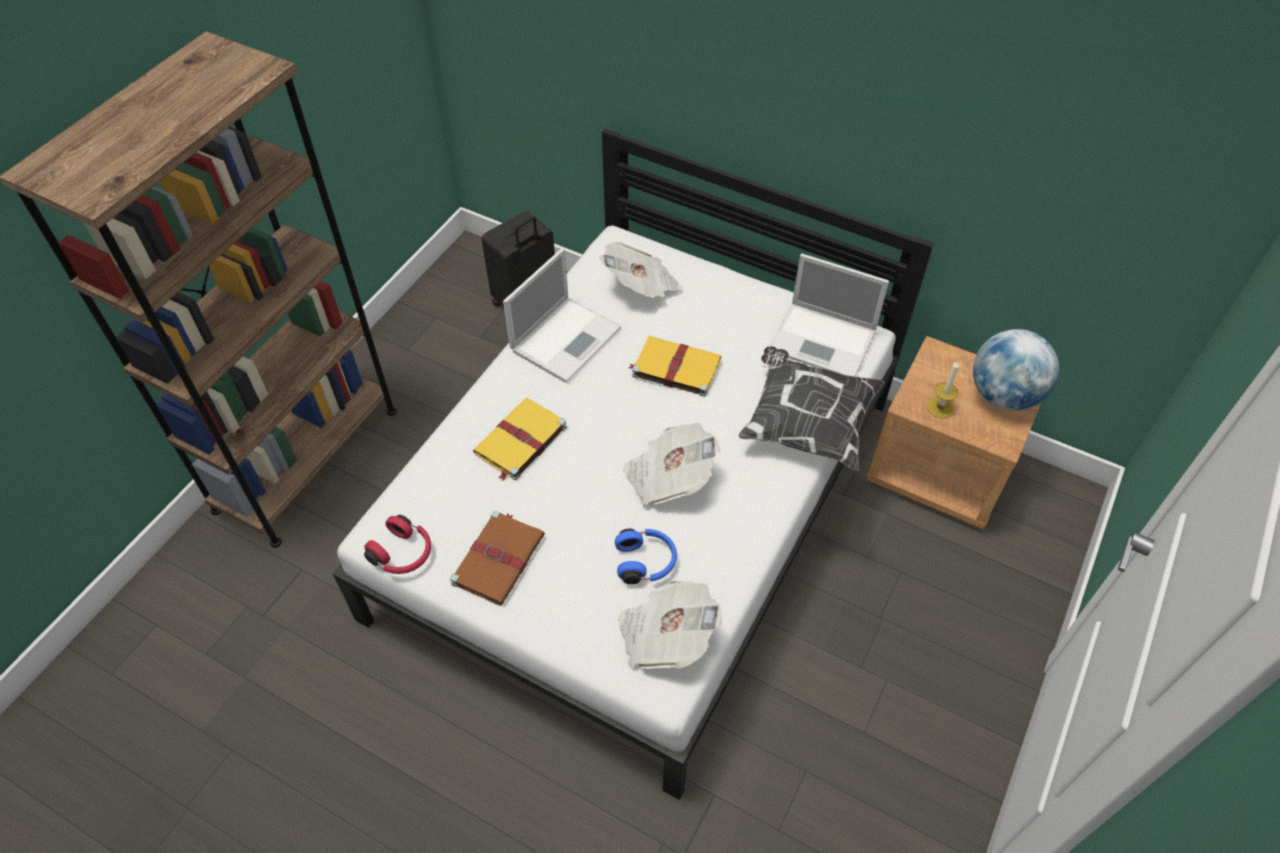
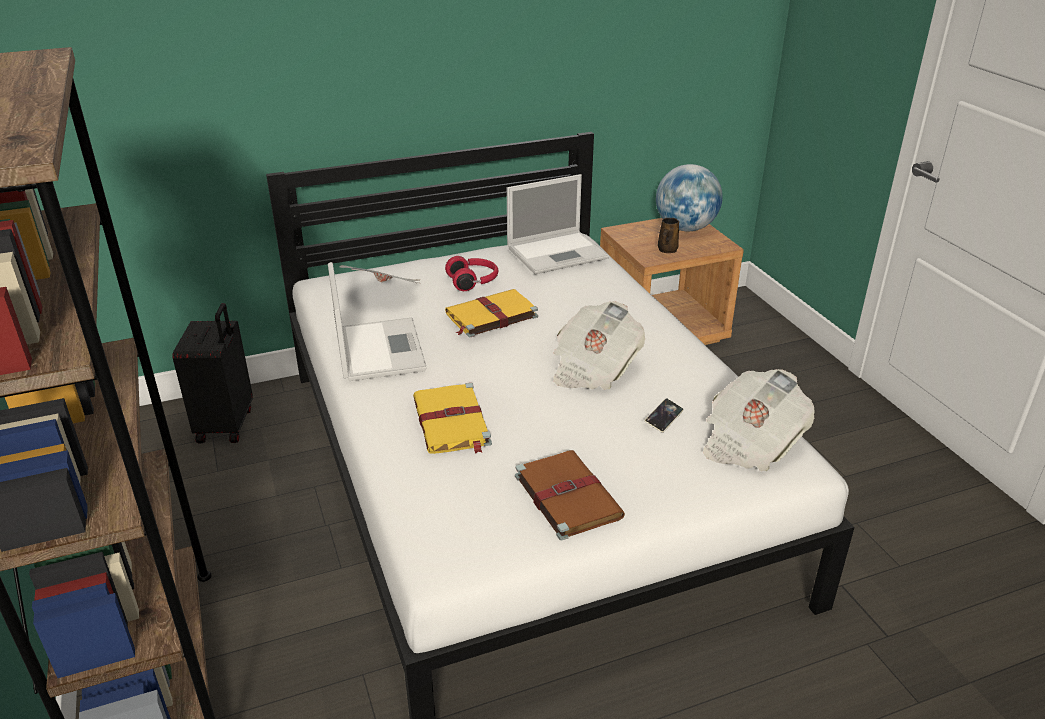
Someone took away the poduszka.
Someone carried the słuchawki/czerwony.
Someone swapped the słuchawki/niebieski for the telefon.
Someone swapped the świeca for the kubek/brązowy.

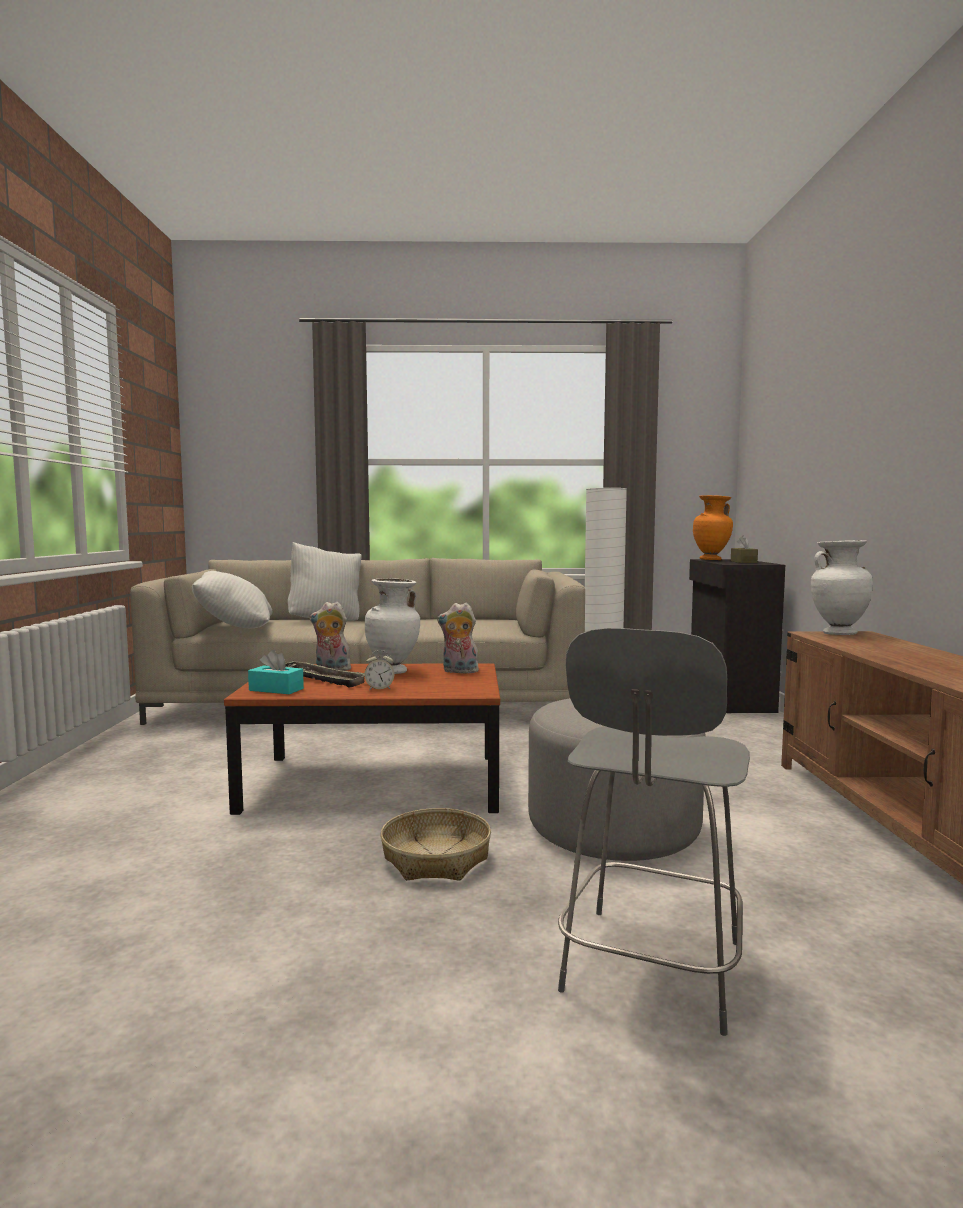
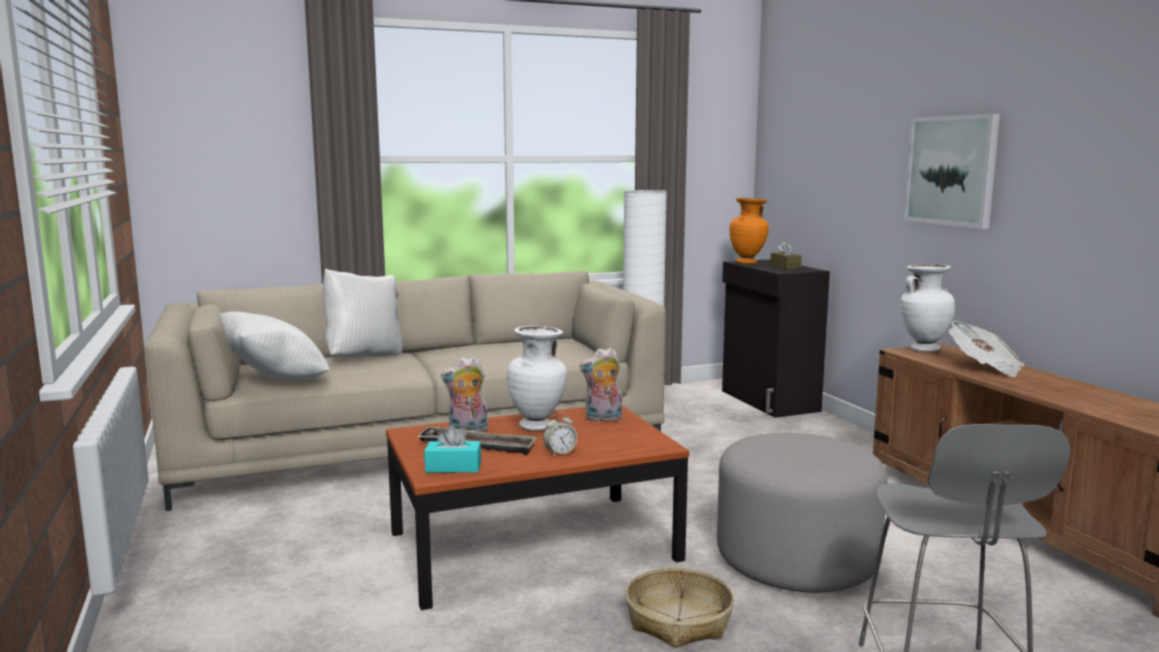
Someone put up the obraz.
Someone put down the gazeta.

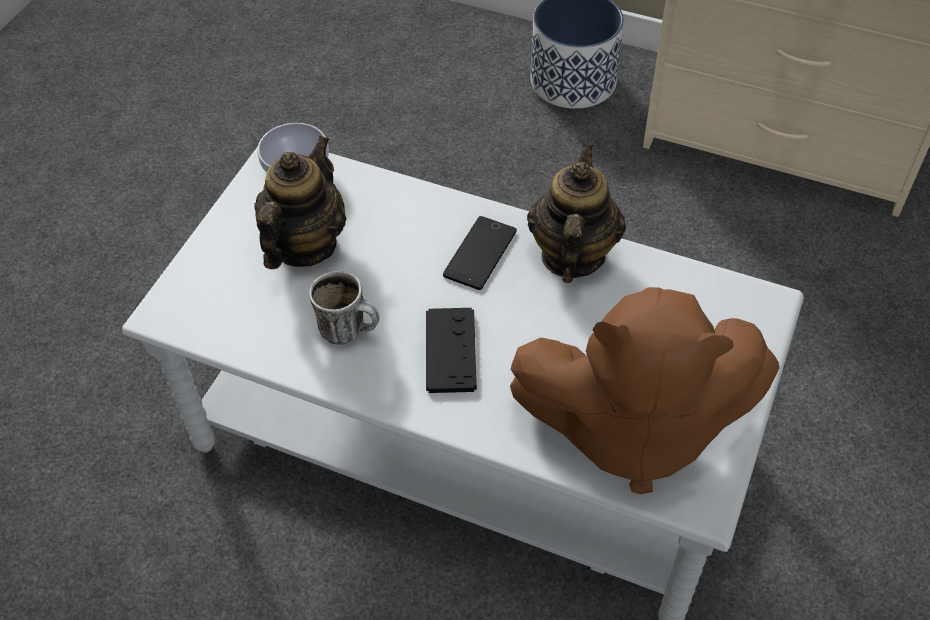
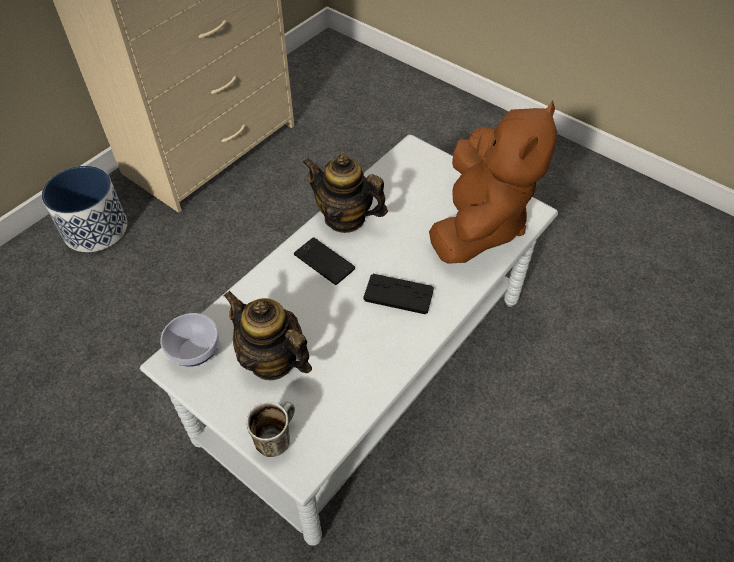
Someone carried the kubek.

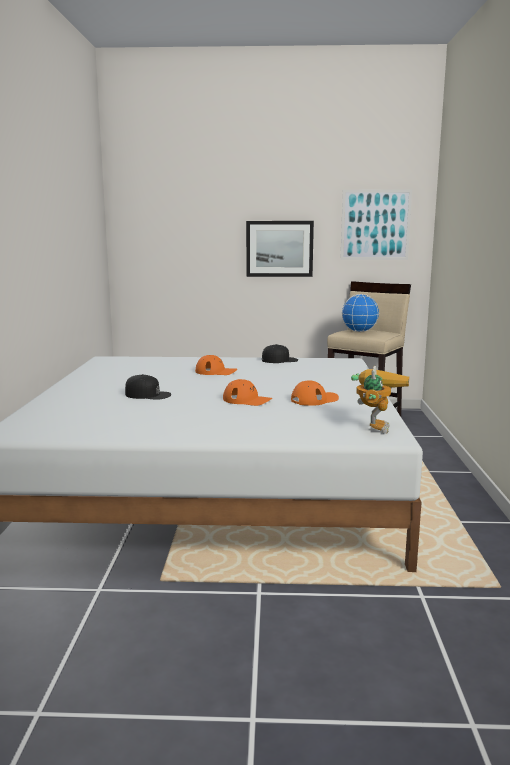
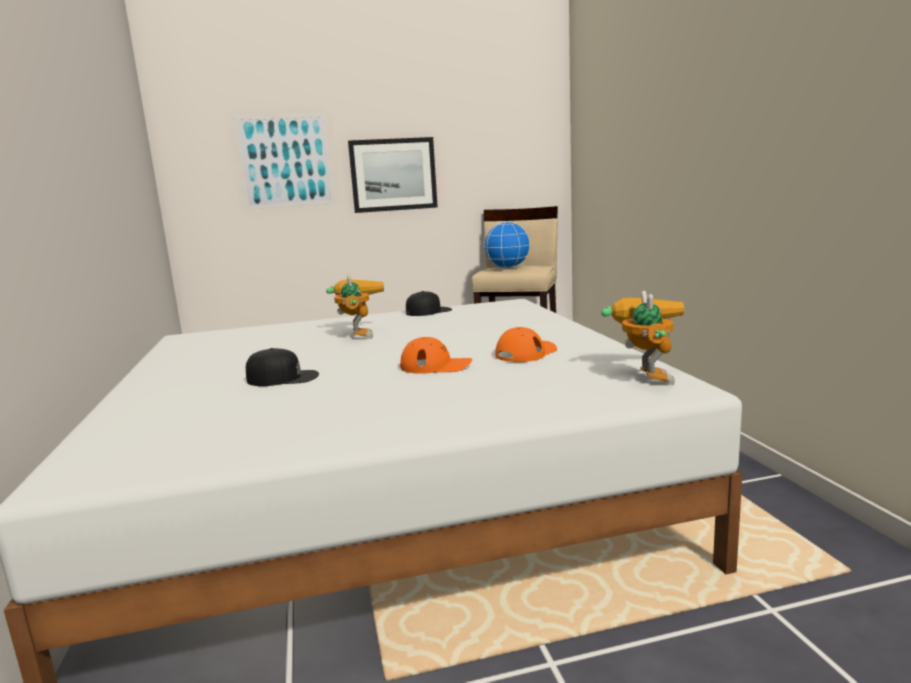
Someone carried the obraz (no. 2 from left in the first image).
Someone swapped the czapka z daszkiem/pomarańczowy (no. 1 from left) for the robot zabawkowy (no. 1 from left).

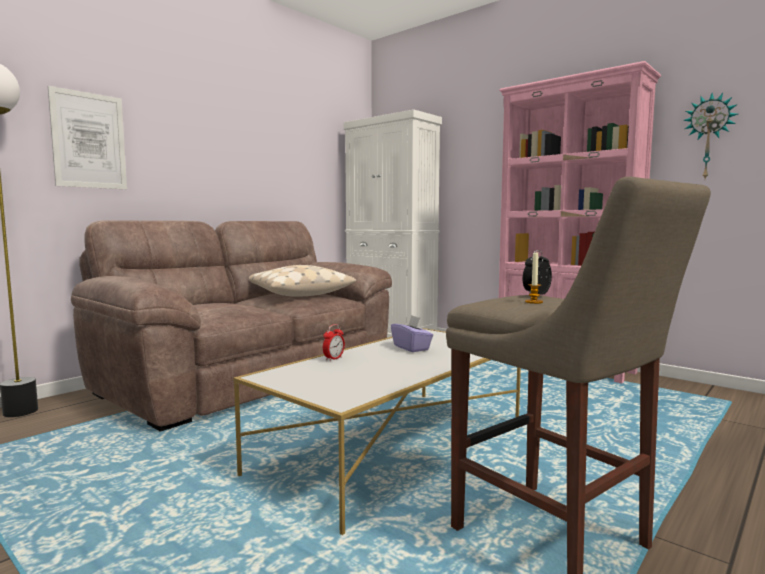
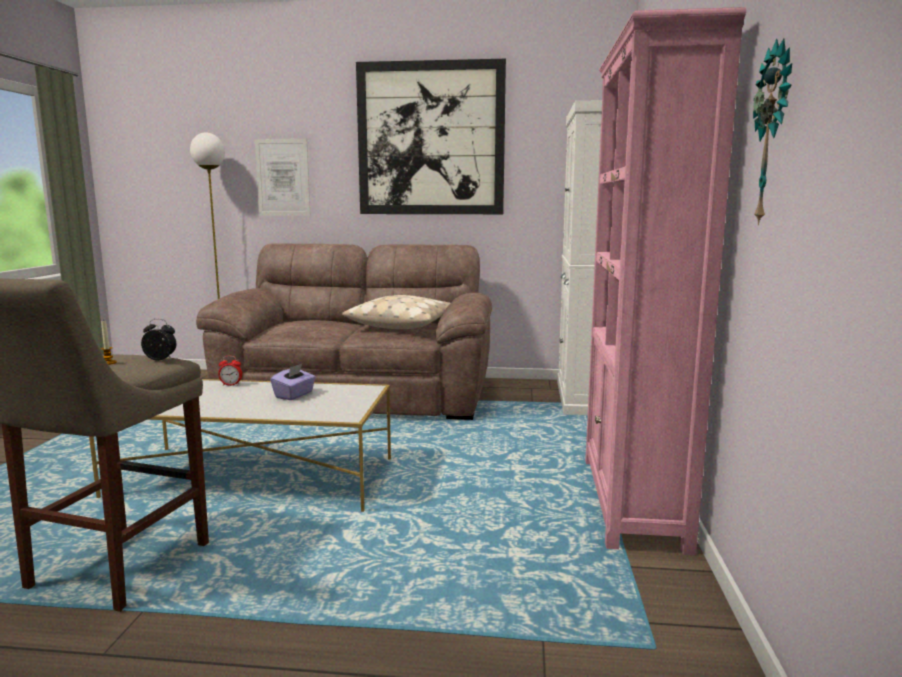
Someone put up the obraz (no. 2 from left).

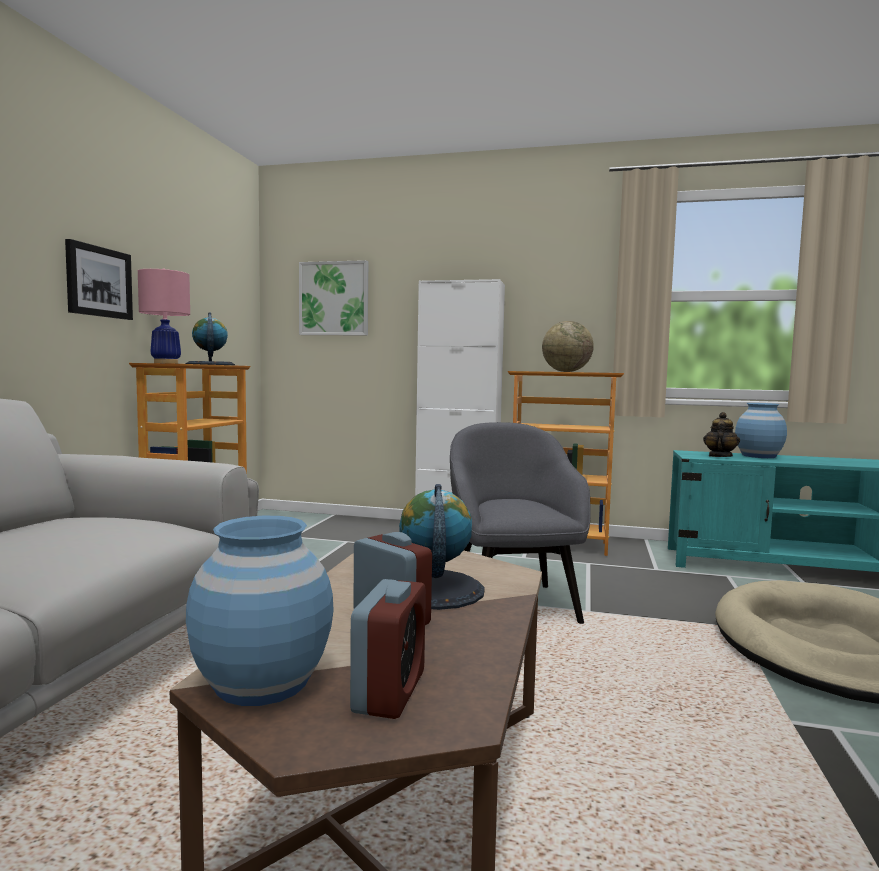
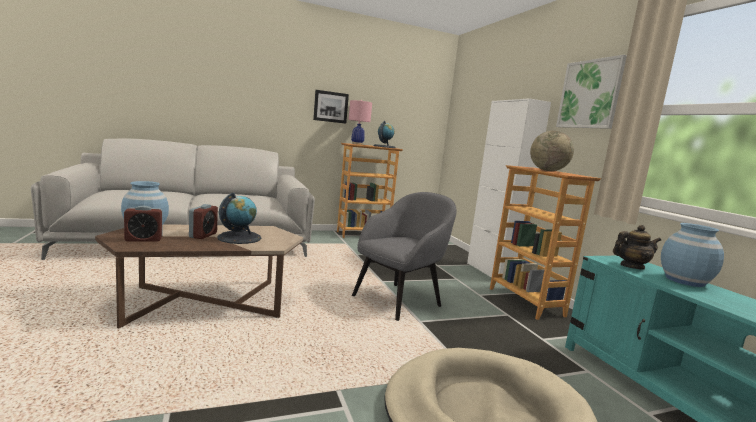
Someone carried the obraz (no. 2 from left).

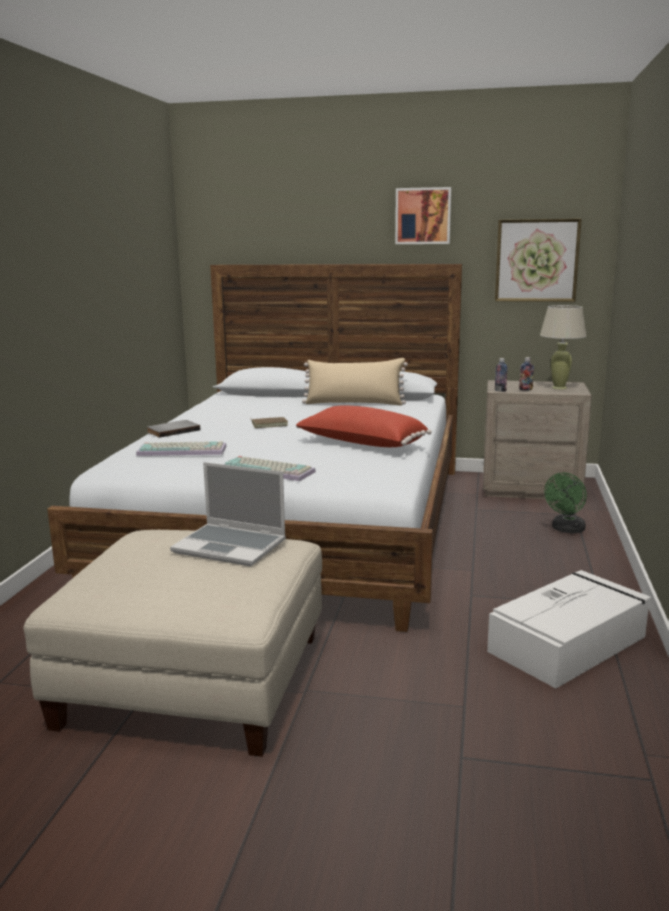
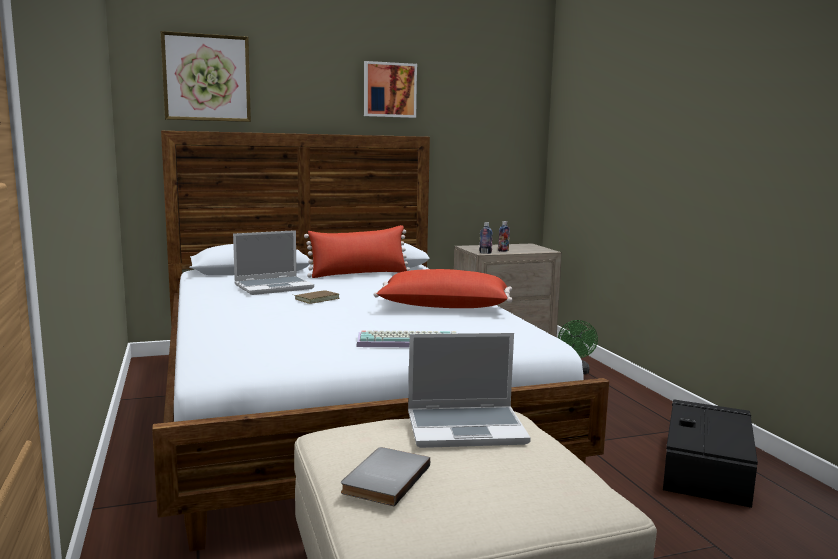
Someone took away the klawiatura (no. 1 from left).
Someone took away the lampa stołowa/beżowy.
Someone put down the laptop (no. 1 from left).
Someone carried the książka/szary.
Someone carried the obraz (no. 2 from left in the first image).
Someone repainted the poduszka/beżowy, which became the poduszka/czerwony (no. 1 from left).
Someone repainted the pojemnik do przechowywania/biały, which became the pojemnik do przechowywania/czarny.

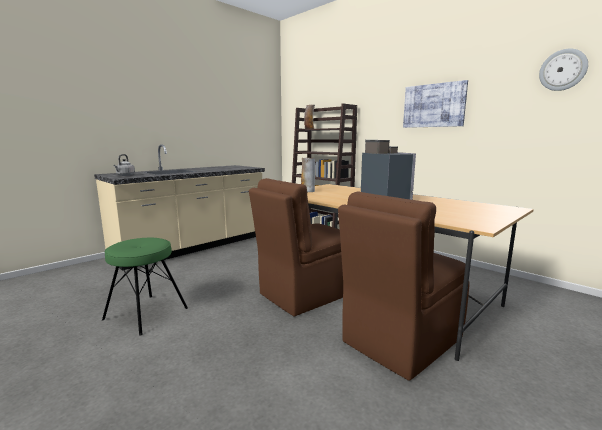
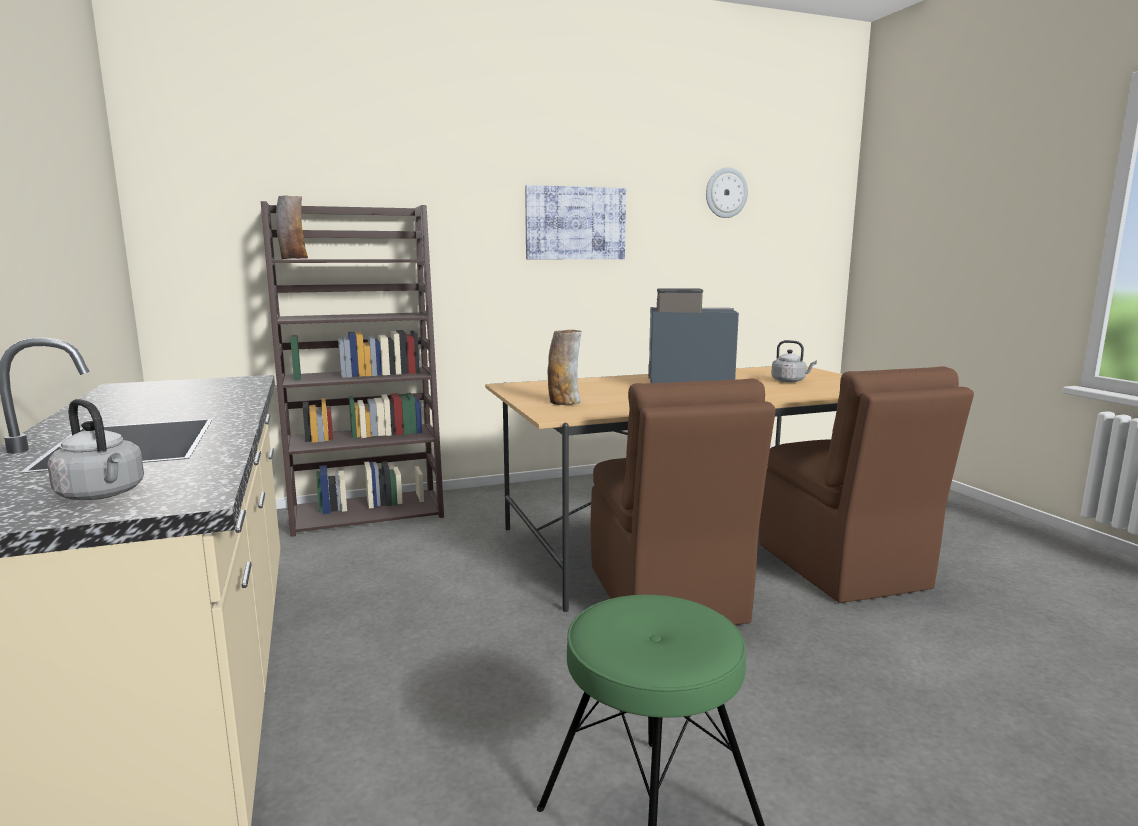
Someone put down the czajnik/szary (no. 2 from left).

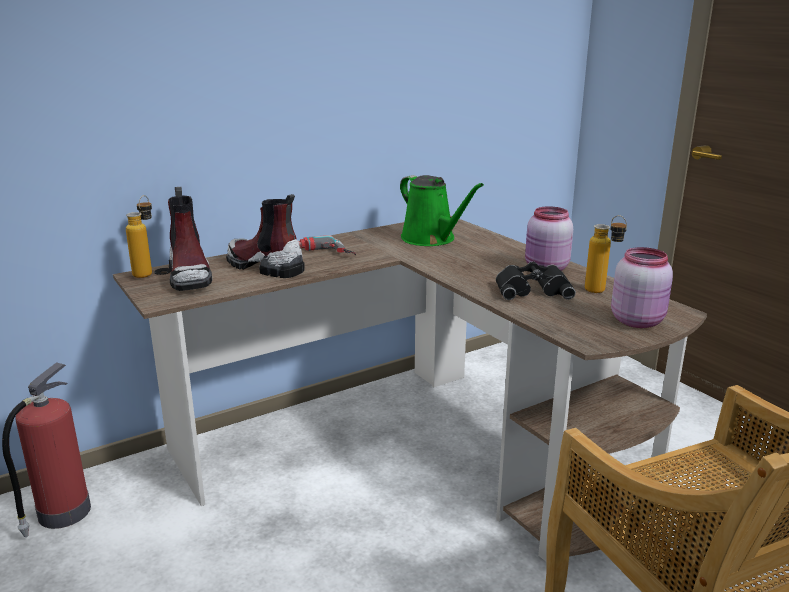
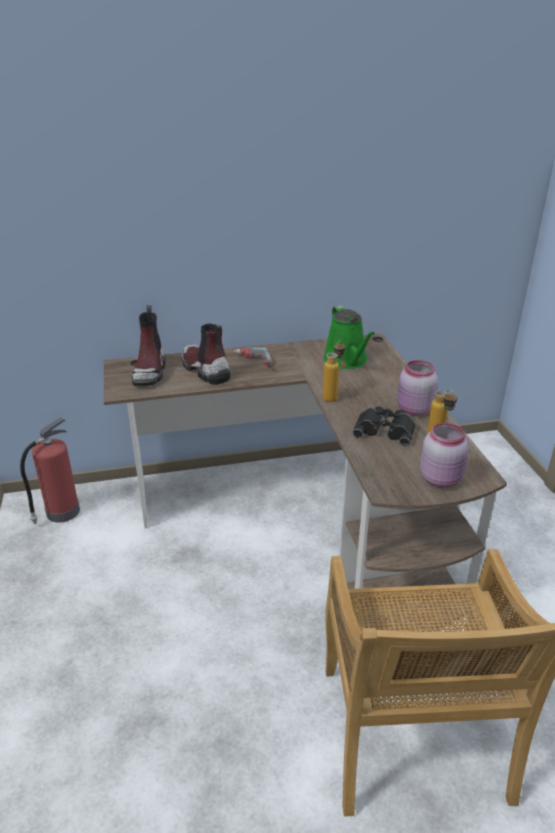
Someone carried the butelka (no. 1 from left).

